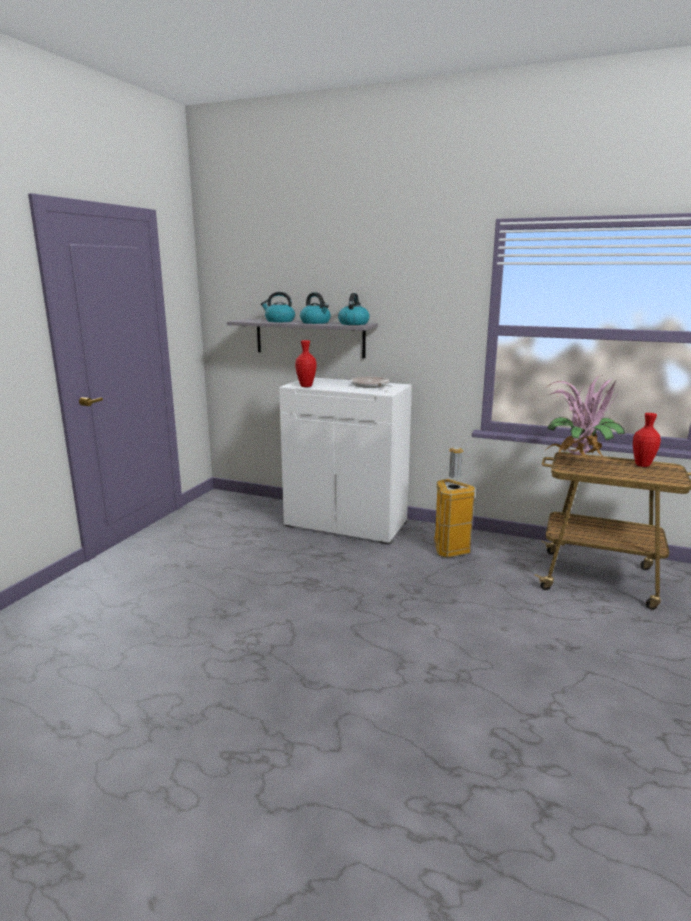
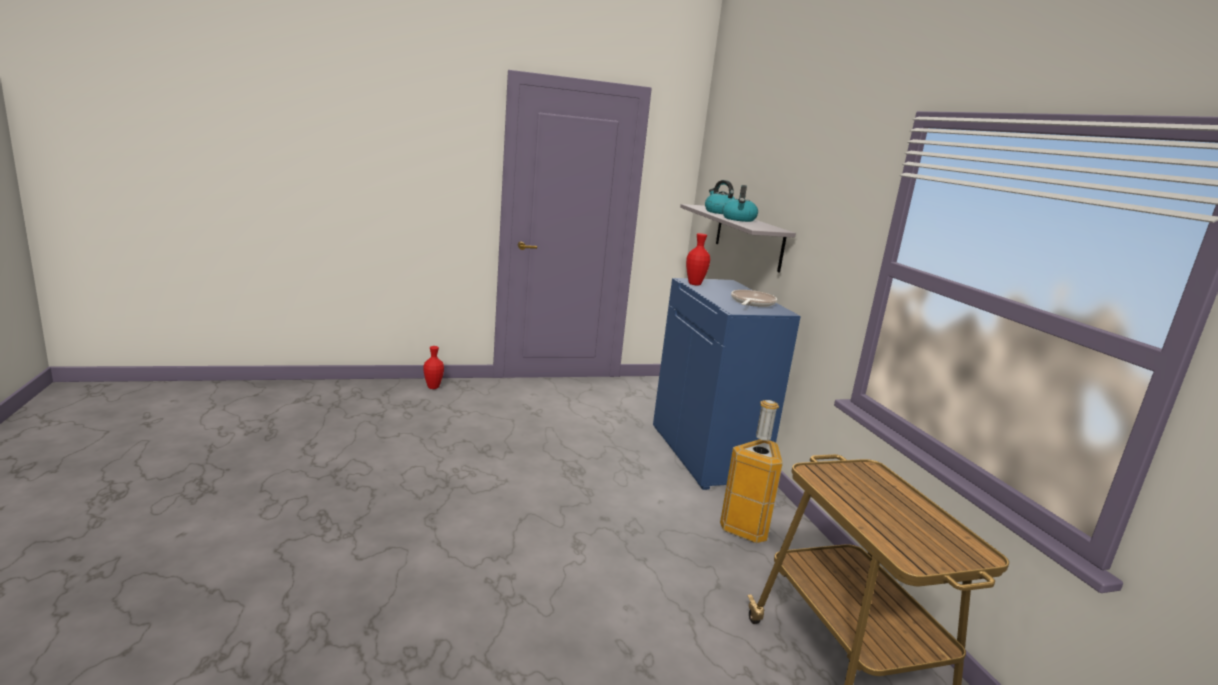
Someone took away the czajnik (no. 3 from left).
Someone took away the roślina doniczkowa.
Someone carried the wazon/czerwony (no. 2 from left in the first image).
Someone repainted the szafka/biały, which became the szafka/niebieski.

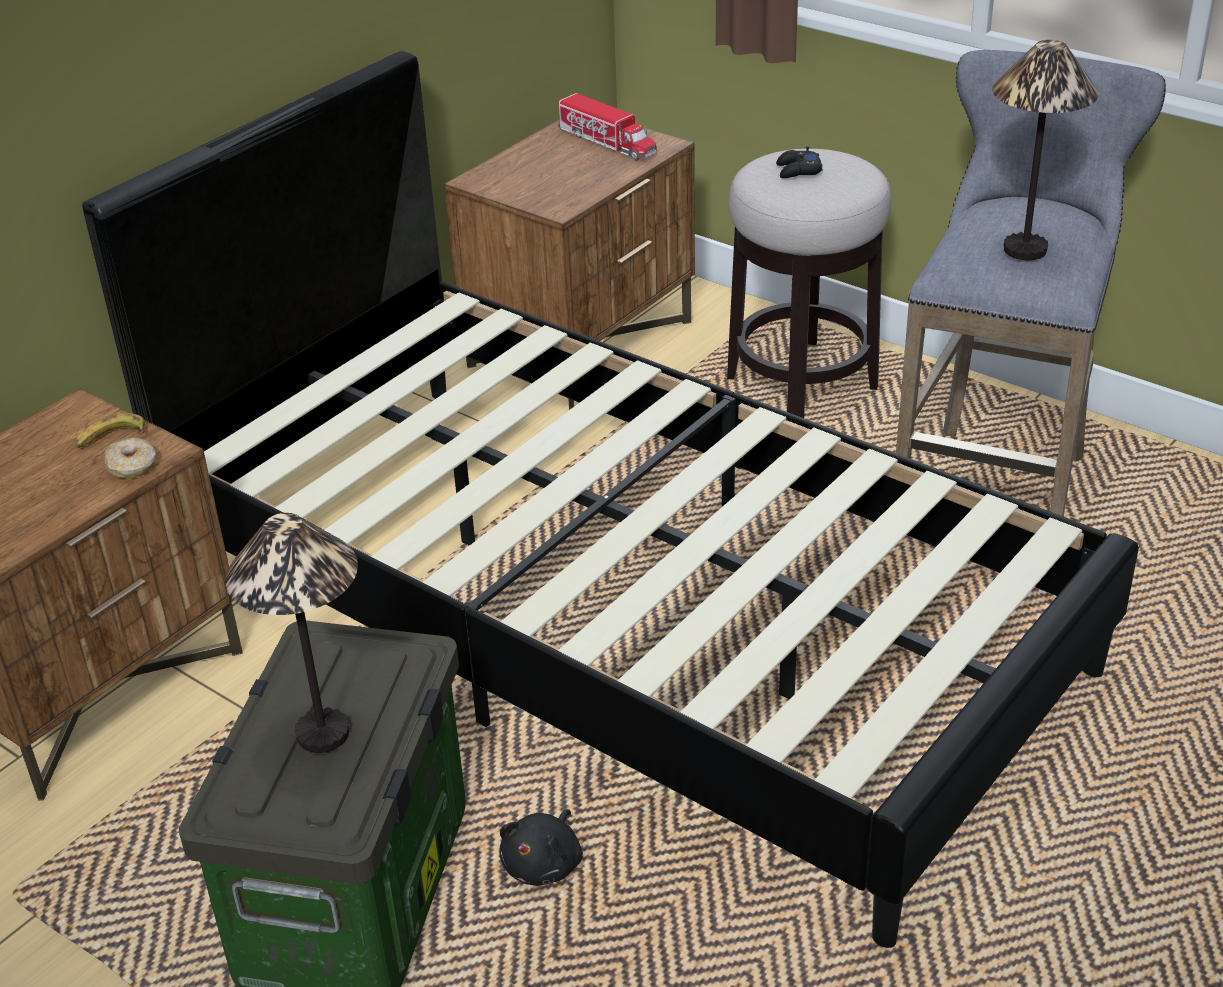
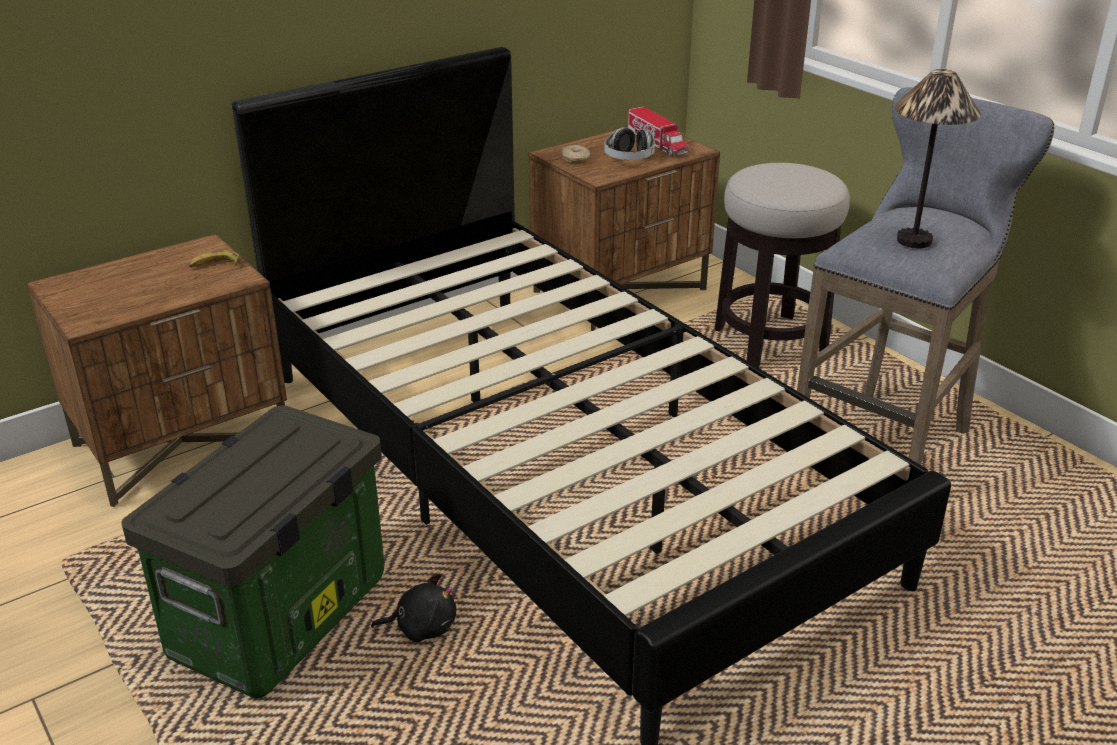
Someone took away the lampa stołowa (no. 1 from left).
Someone took away the pad do gier/czarny.
Someone put down the słuchawki.
Someone carried the donut.
Someone rotated the pluszak/czarny by 135 degrees counterclockwise.

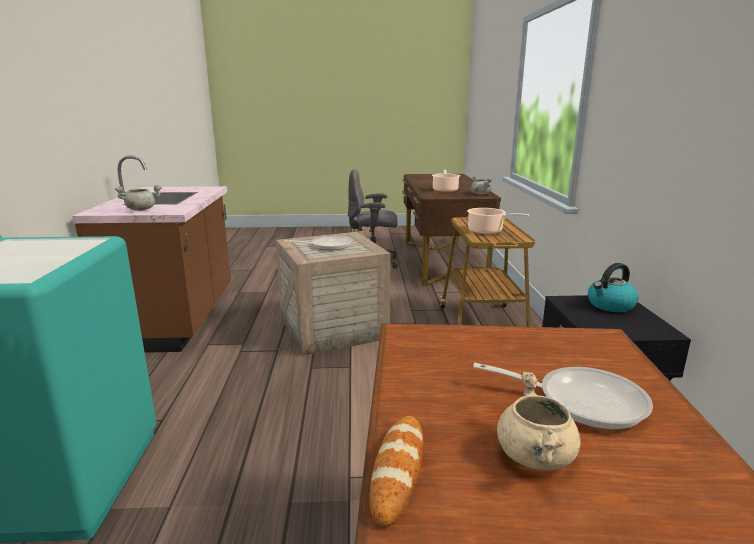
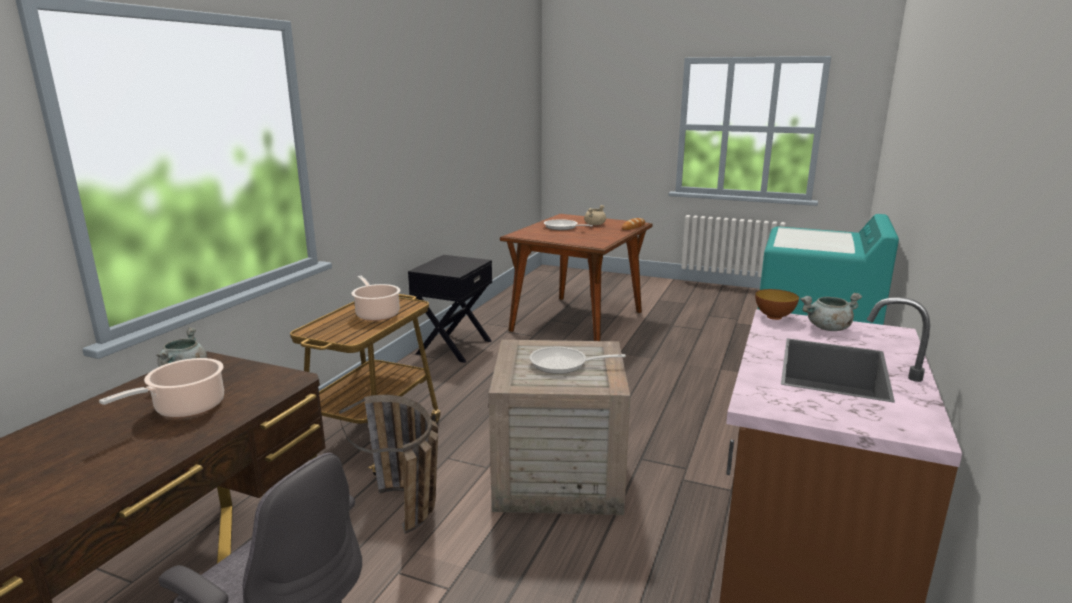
Someone took away the czajnik.
Someone put down the koszyk.
Someone put down the miska.

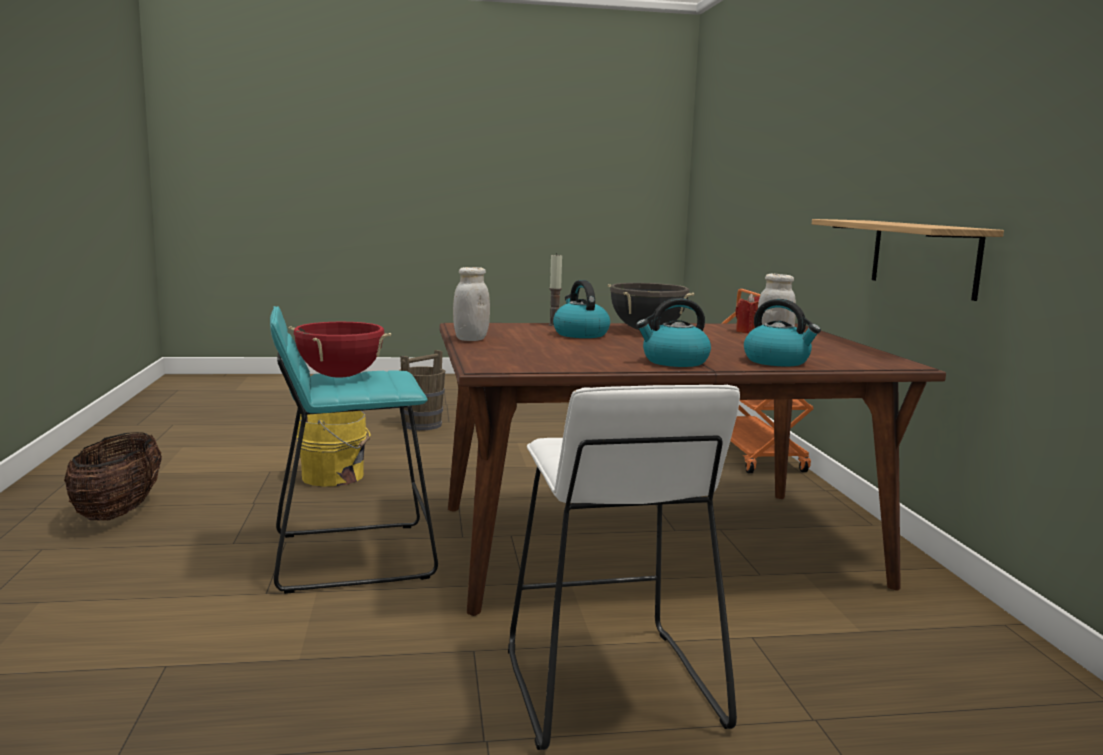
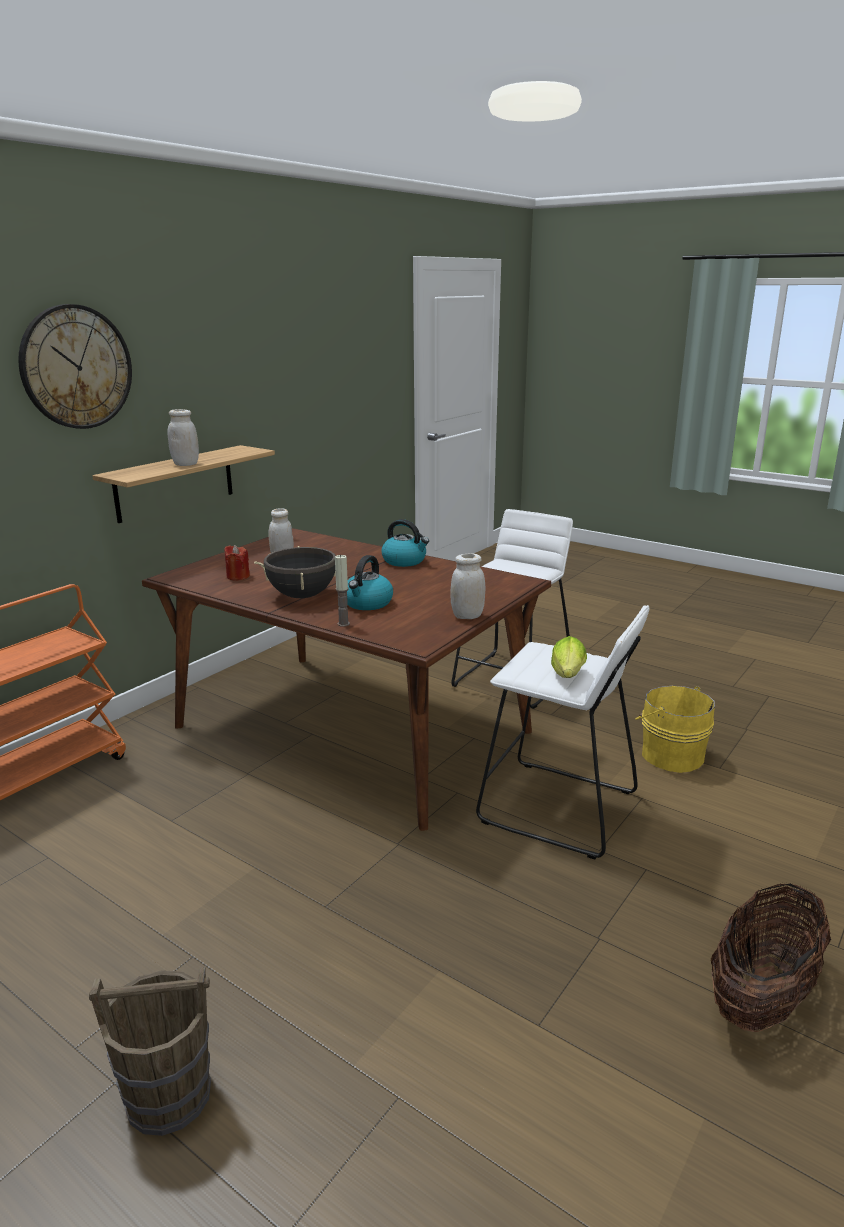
Someone took away the czajnik (no. 3 from left).
Someone put up the zegar ścienny.
Someone put down the słoik/biały (no. 1 from left).
Someone carried the wiadro/żółty.
Someone swapped the garnek/czerwony for the sałata.
Someone repainted the stołek/turkusowy, which became the stołek/biały (no. 2 from left).

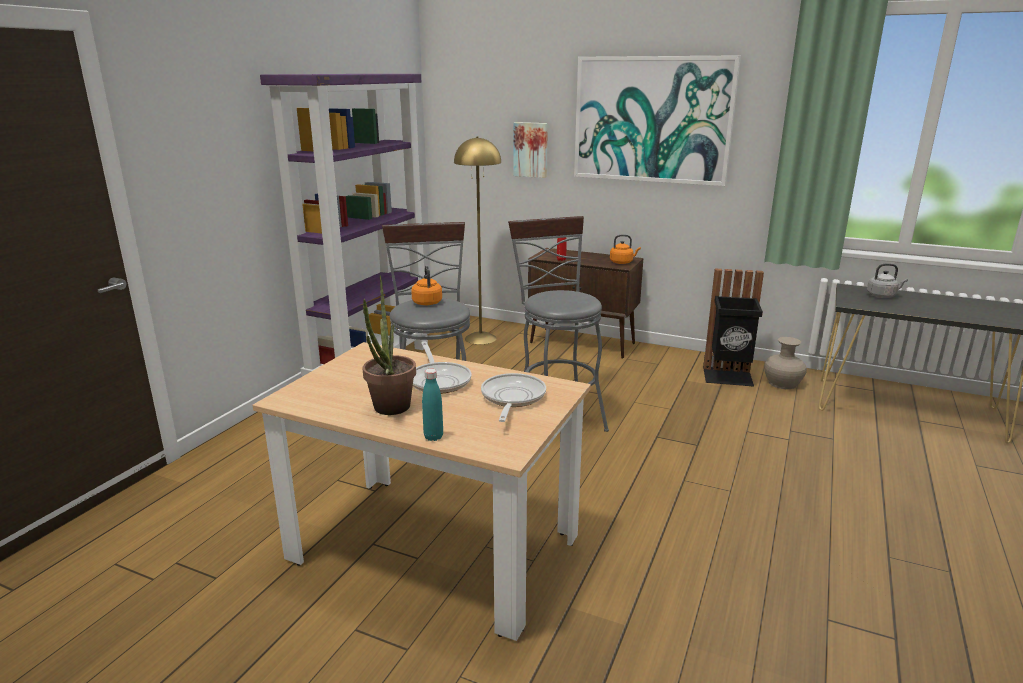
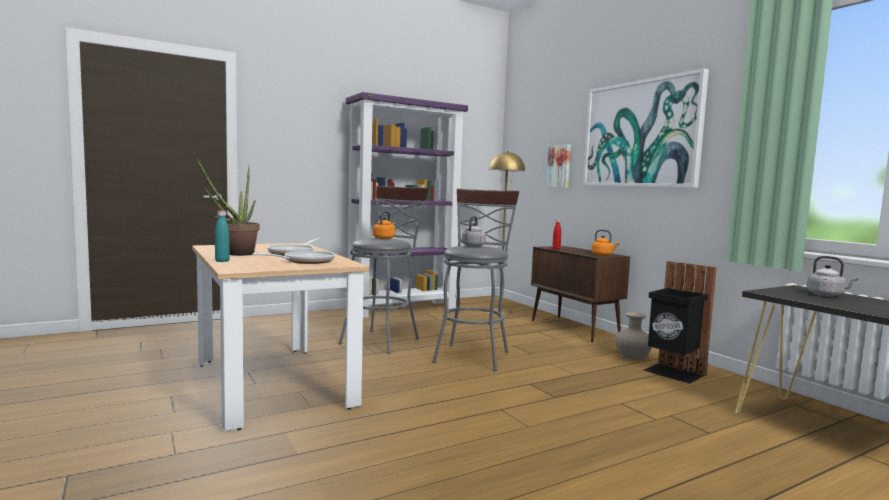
Someone put down the czajnik/szary (no. 1 from left).
Someone carried the wazon/beżowy.

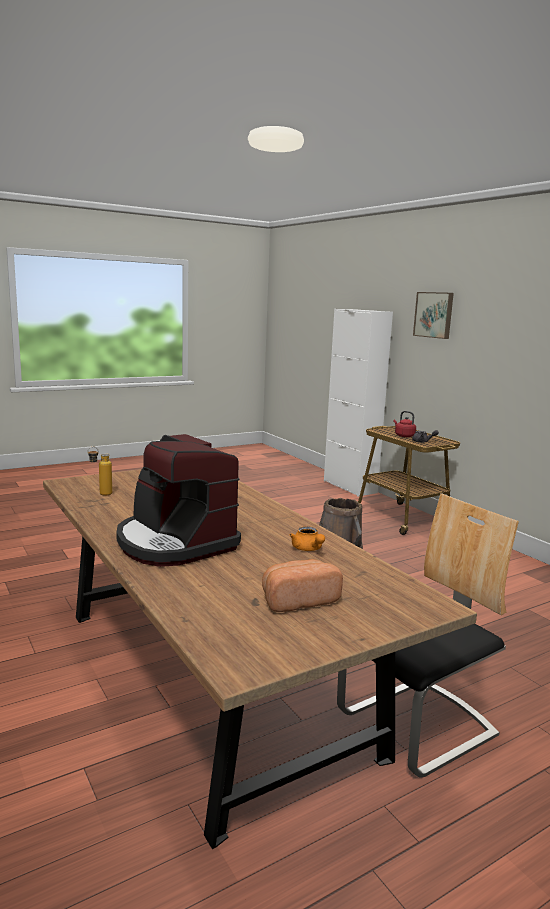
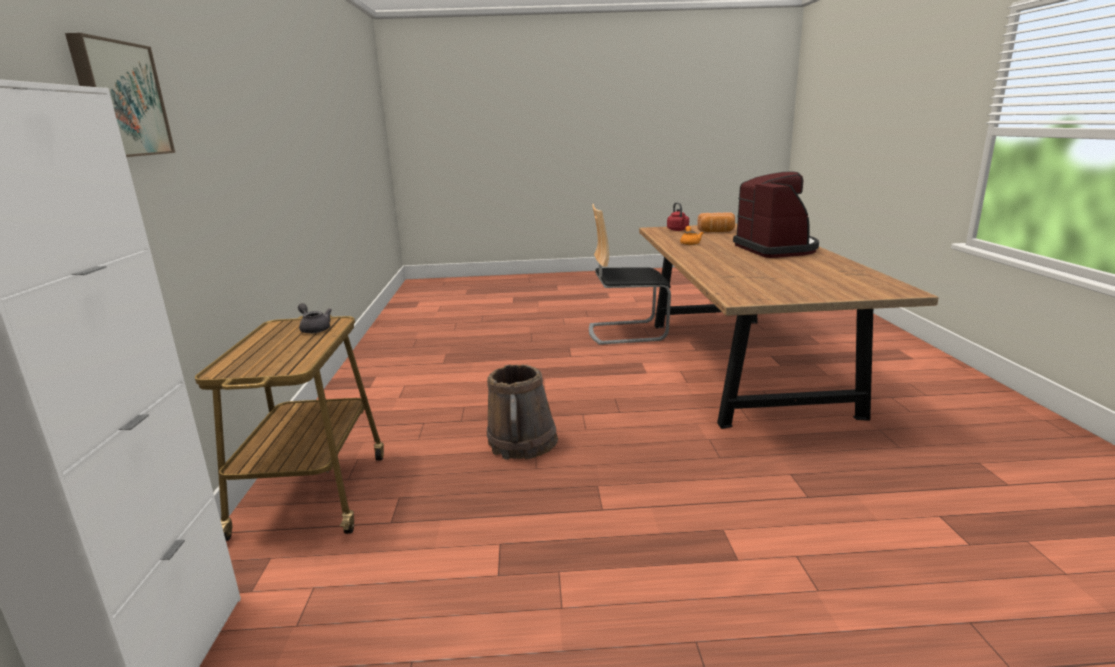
Someone took away the butelka.
Someone carried the czajnik/czerwony.

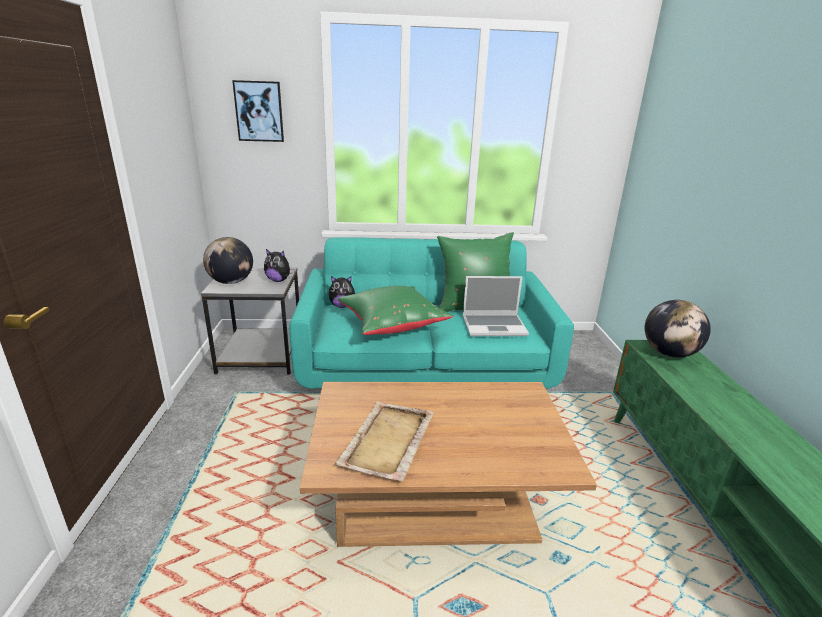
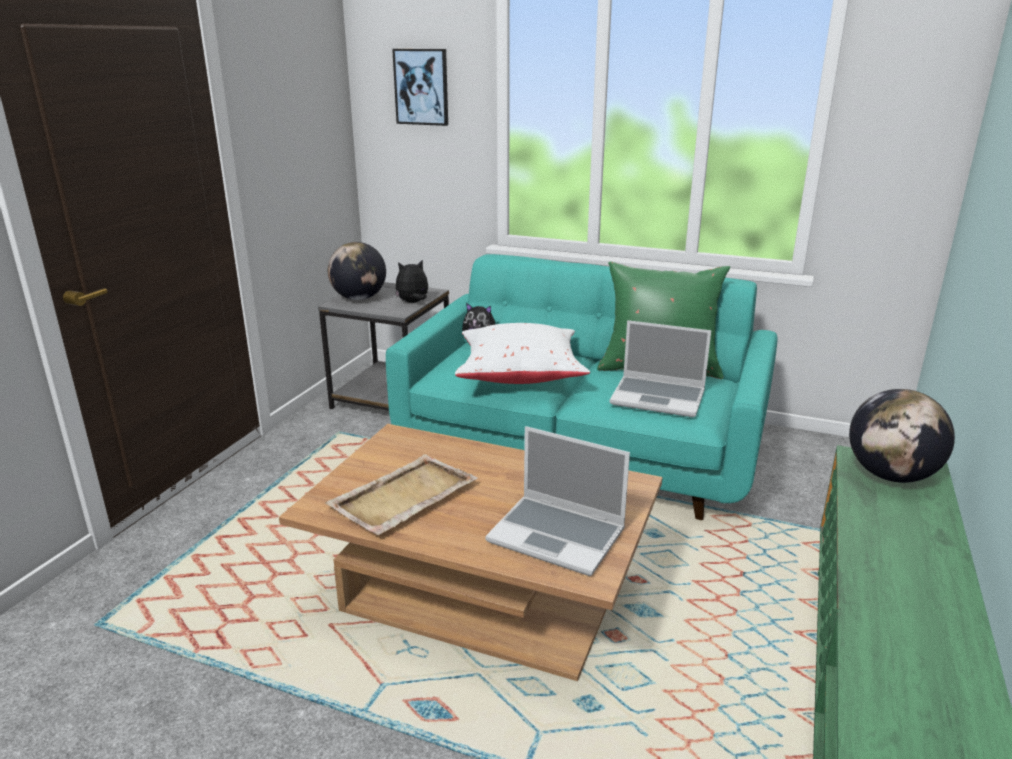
Someone put down the laptop (no. 1 from left).
Someone repainted the poduszka/zielony (no. 1 from left), which became the poduszka/biały.
Someone rotated the pluszak (no. 1 from left) by 120 degrees clockwise.

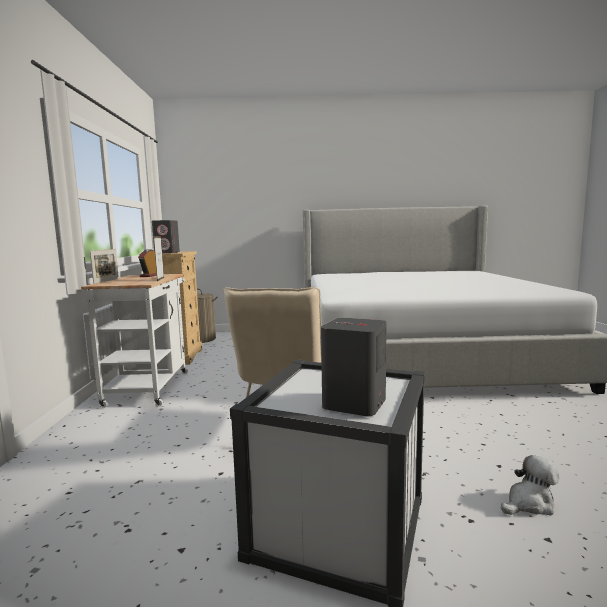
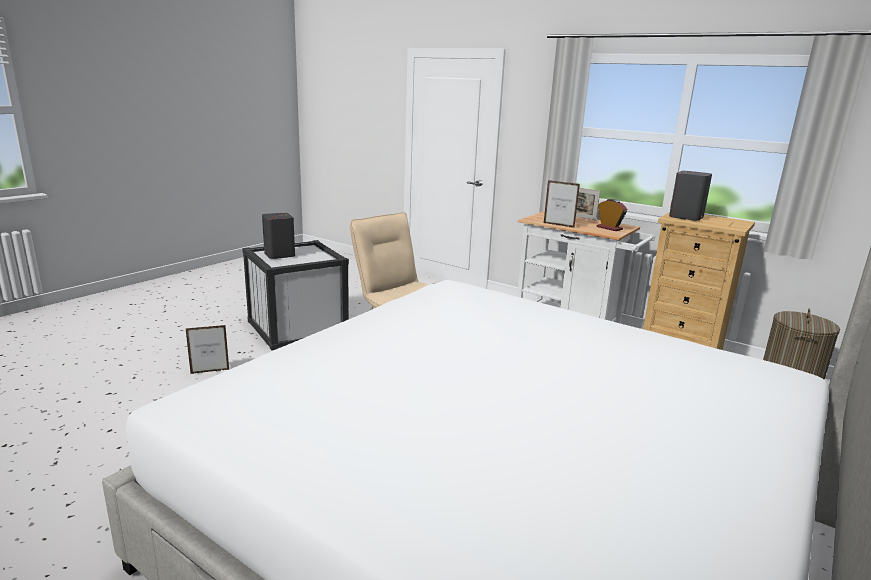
Someone swapped the pluszak for the ramka na zdjęcie (no. 1 from left).

